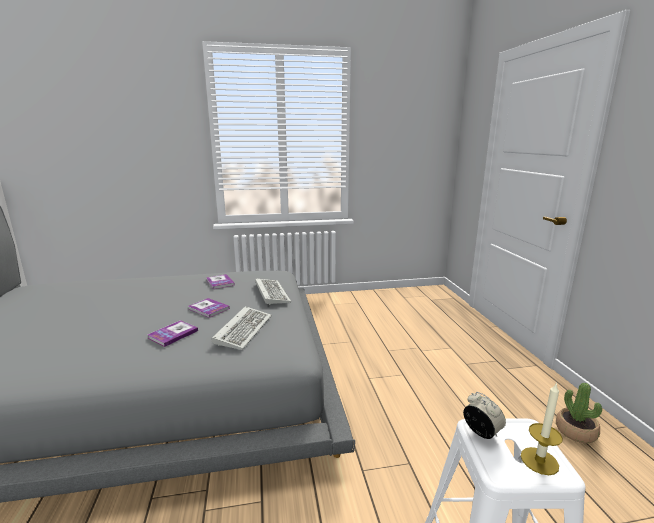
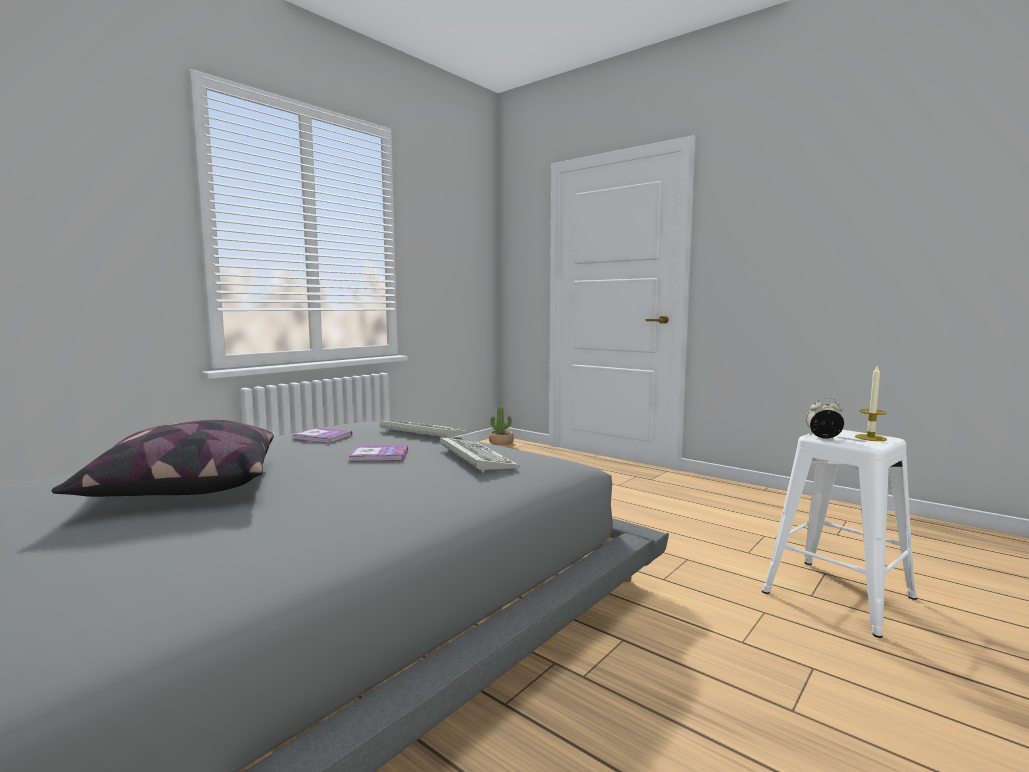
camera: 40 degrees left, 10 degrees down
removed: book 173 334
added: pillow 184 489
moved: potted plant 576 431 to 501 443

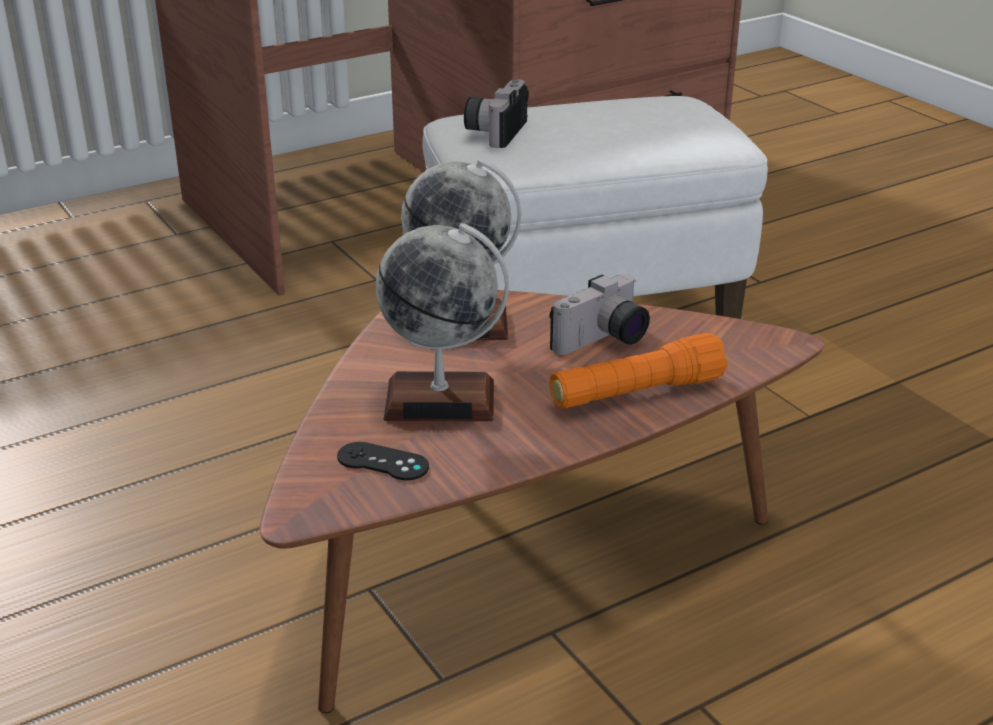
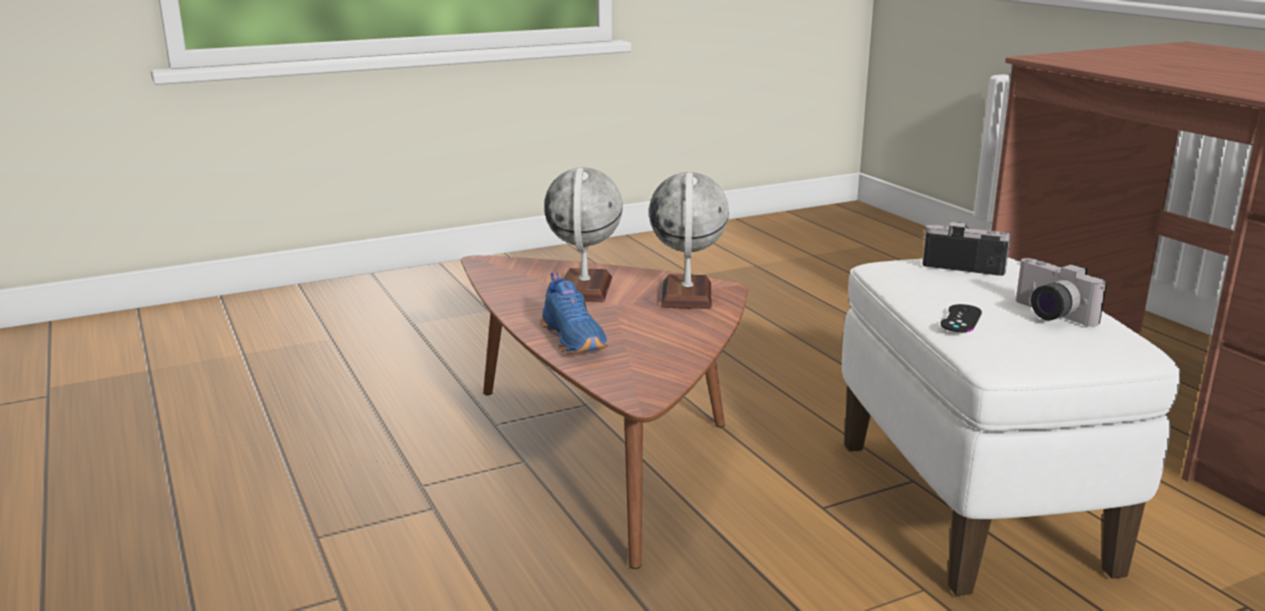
camera: 95 degrees right, 10 degrees down
moved: game controller in black 382 462 to 961 319; photo camera 603 341 to 1048 315
replaced: flashlight in orange 636 393 to shoe in blue 575 340

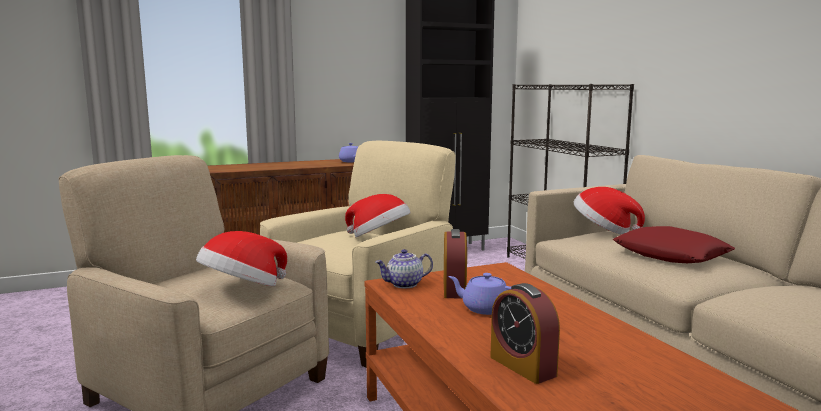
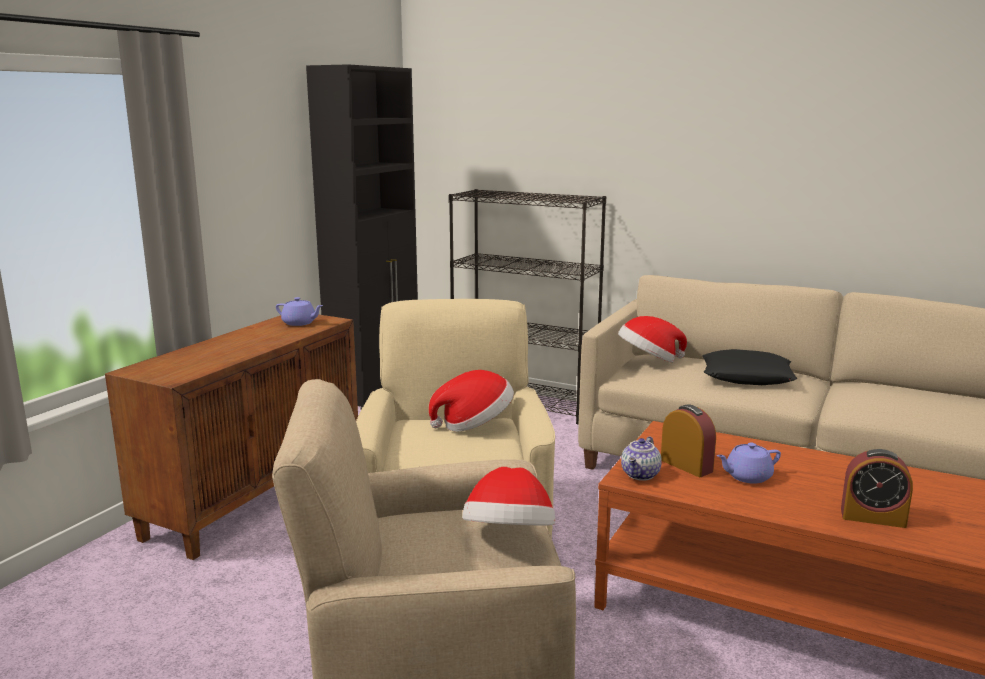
camera: 40 degrees left, 5 degrees up
recoloured: pillow in red 671 254 to pillow in black 747 376

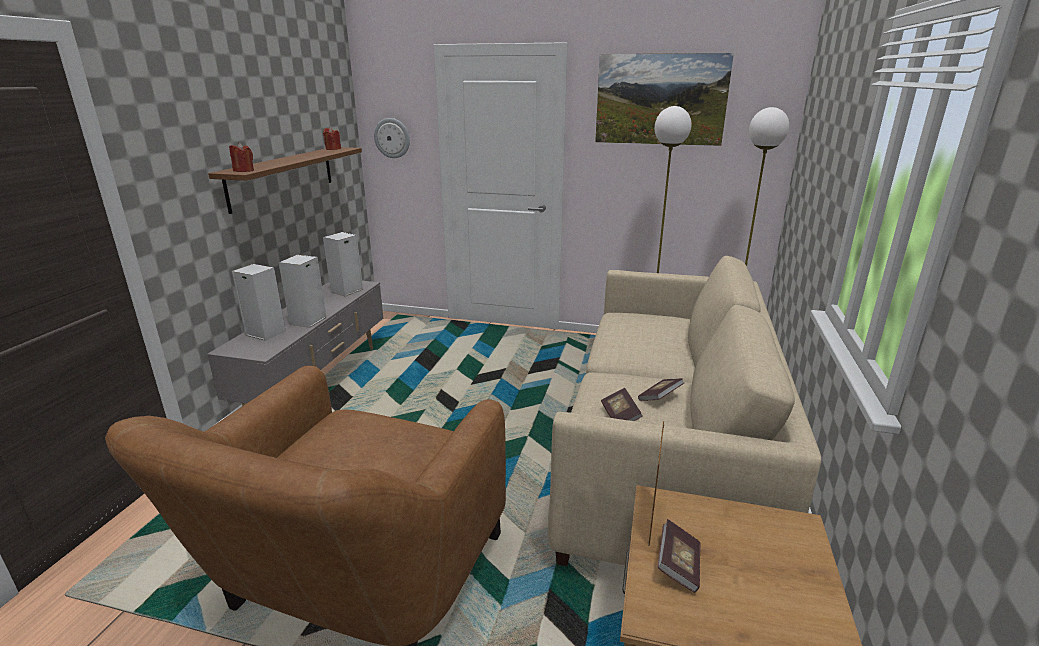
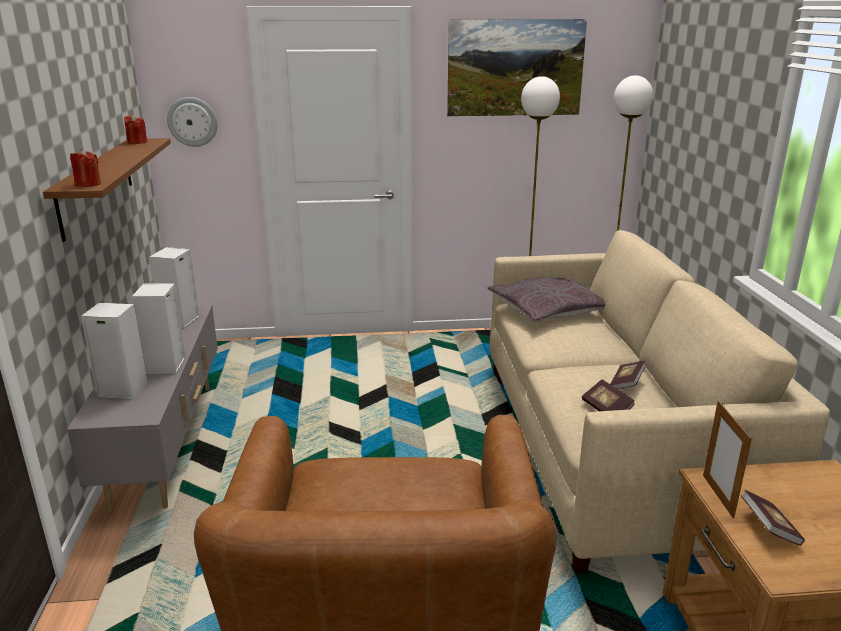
camera: 20 degrees left, 0 degrees up
added: pillow in grey 547 309

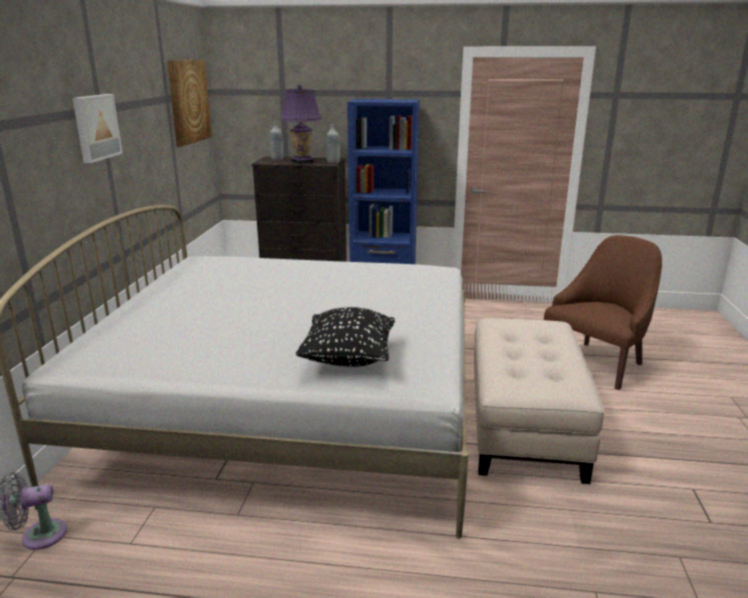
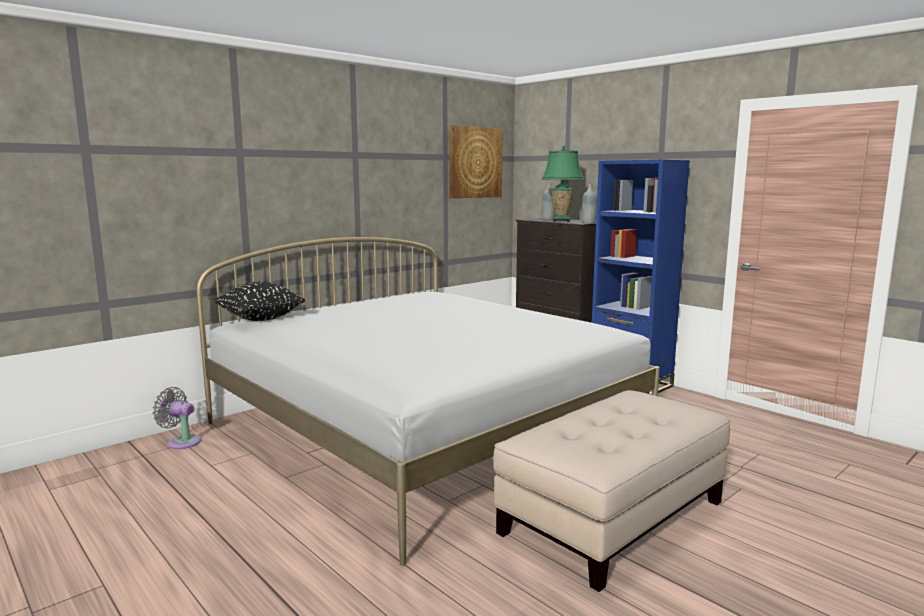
camera: 40 degrees right, 10 degrees down
removed: picture 95 127; armchair in brown 597 362
moved: pillow in black 348 358 to 260 318
recoloured: table lamp in purple 302 162 to table lamp in green 561 221

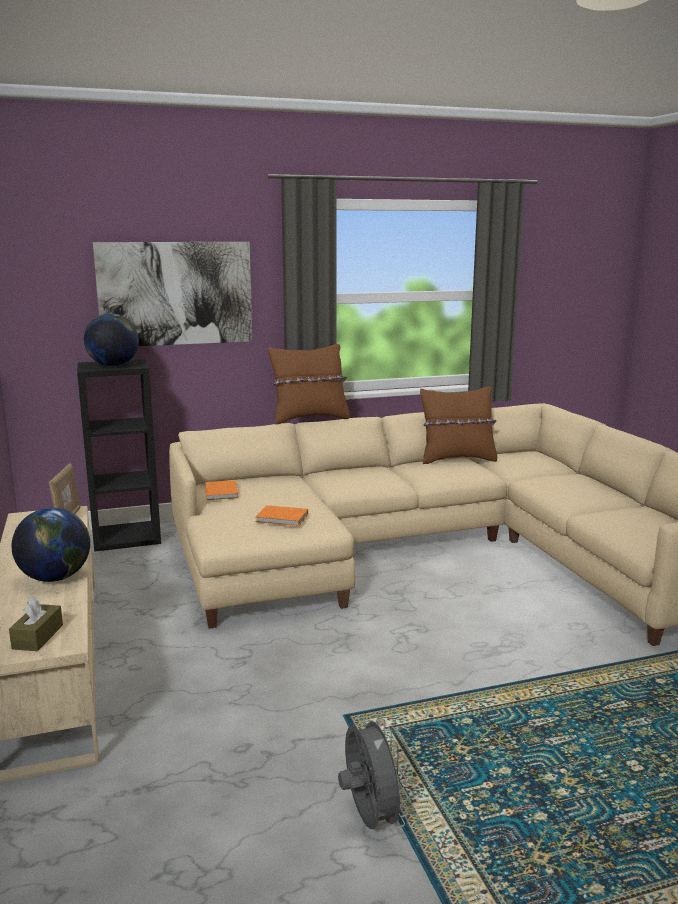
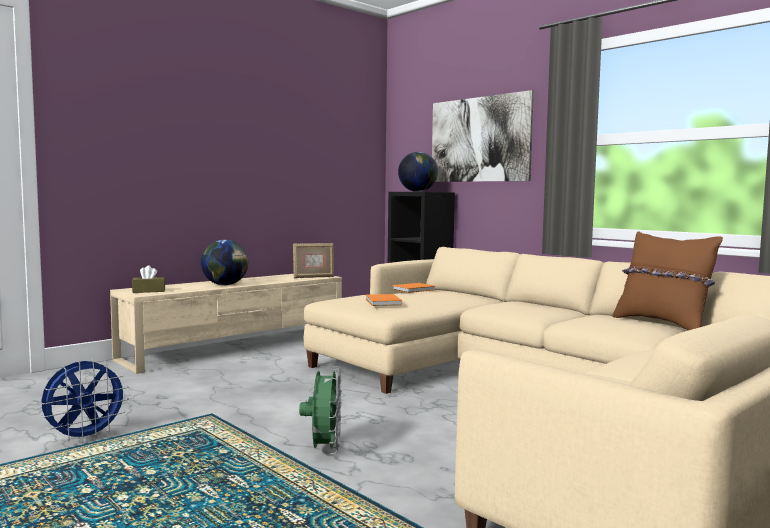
camera: 65 degrees right, 10 degrees down
removed: pillow in brown 309 419
added: fan in green 324 450
recoloured: fan in grey 369 819 to fan in blue 85 437

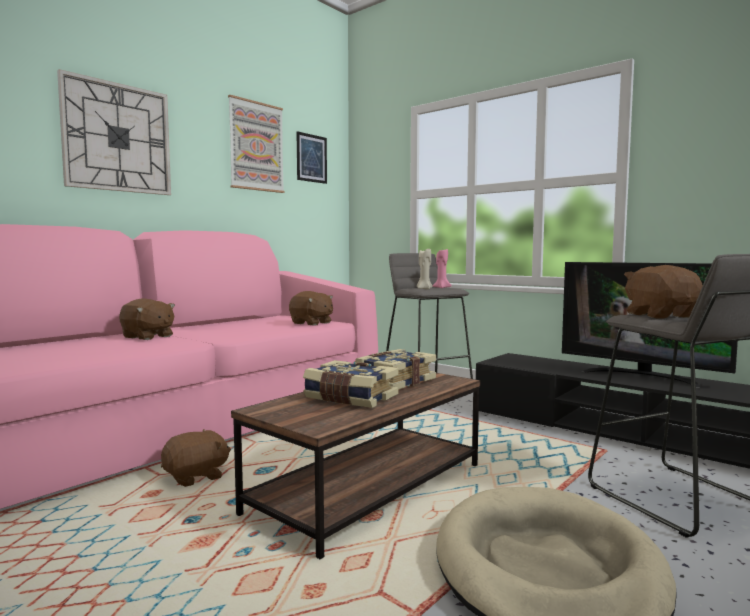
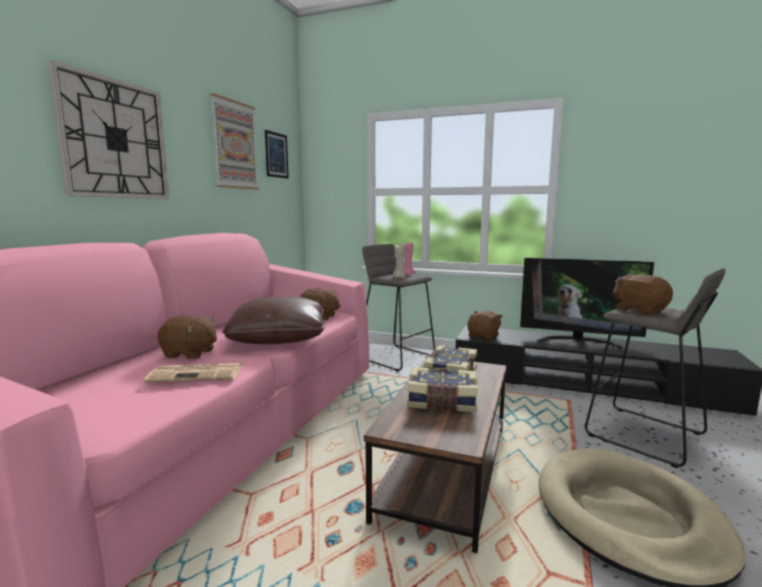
camera: 20 degrees left, 5 degrees up
added: newspaper 197 374; pillow in brown 279 338
moved: plush toy in brown 196 477 to 484 337

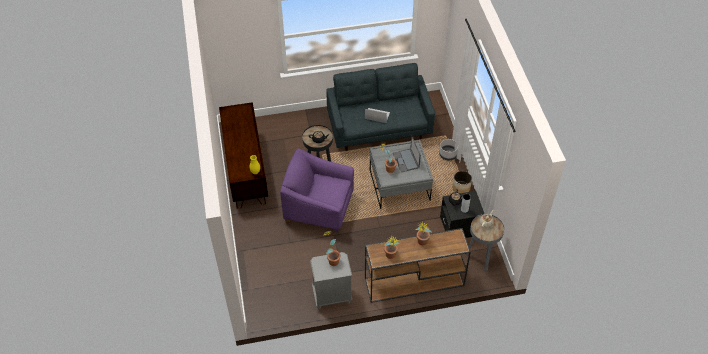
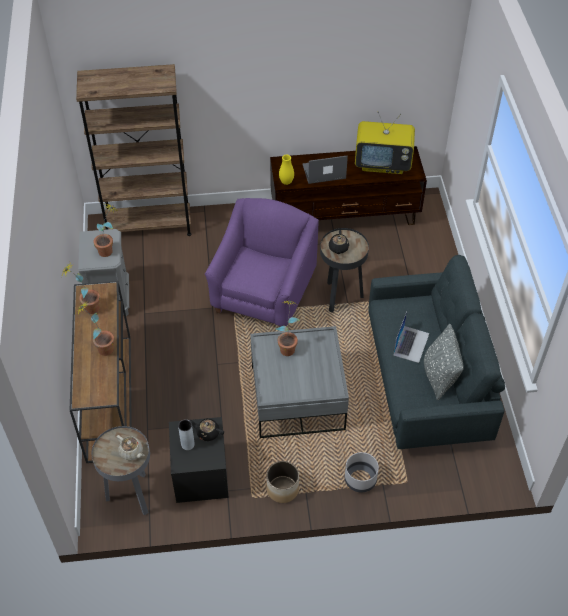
camera: 95 degrees right, 0 degrees up
added: bookcase in brown 149 225; television 383 163; pillow in grey 439 376
moved: laptop 406 160 to 323 171

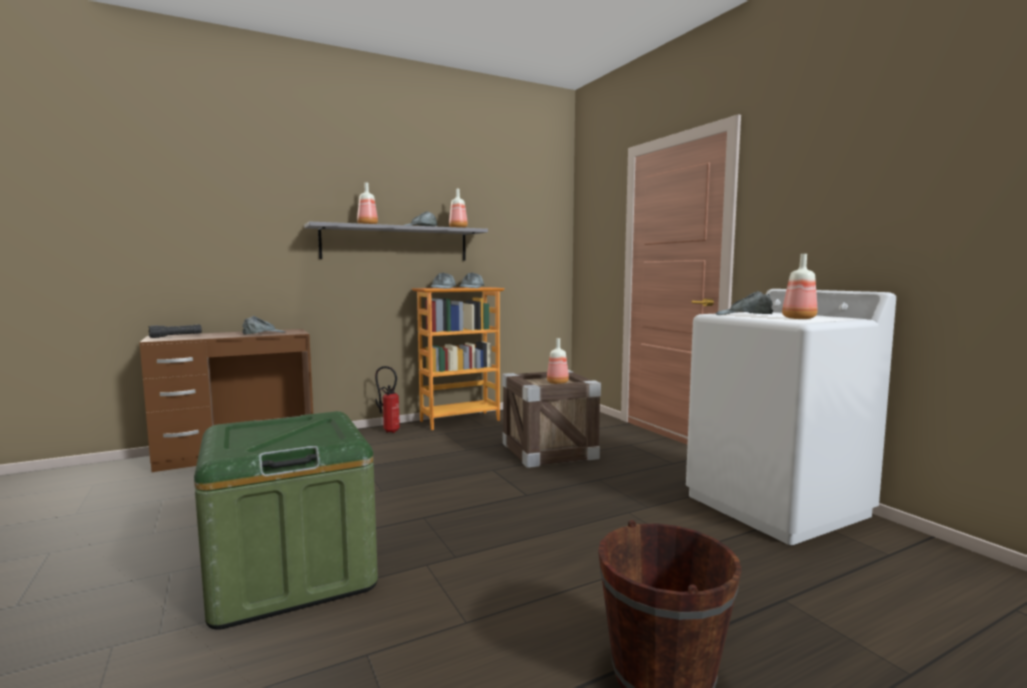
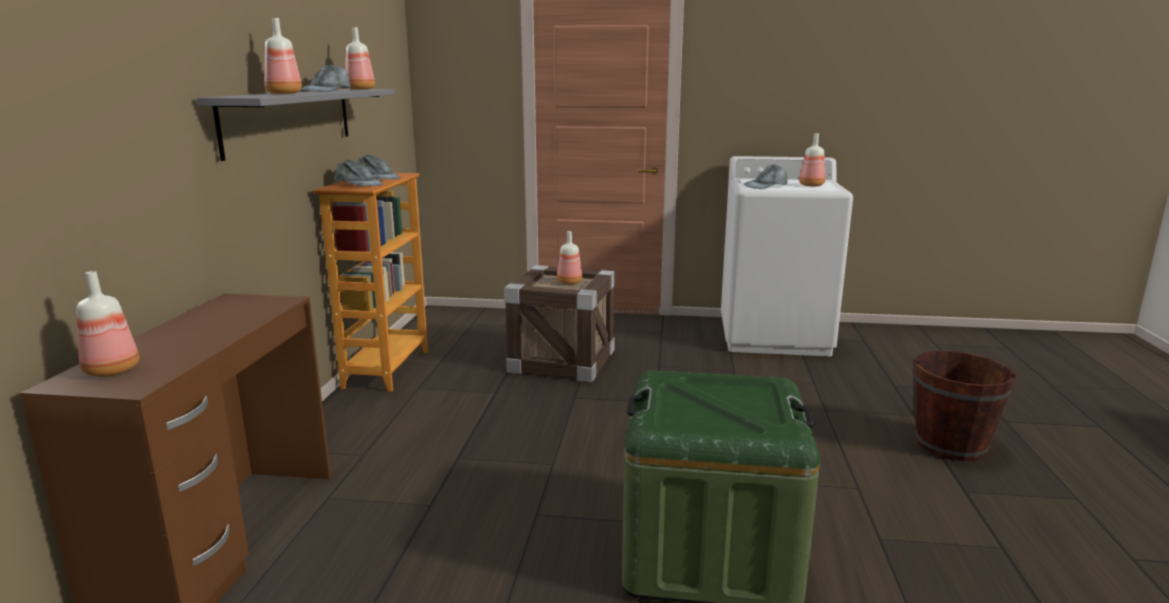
camera: 55 degrees left, 10 degrees up
removed: cap in grey 264 333; fire extinguisher 389 431
replaced: flashlight in black 176 336 to bottle 114 370

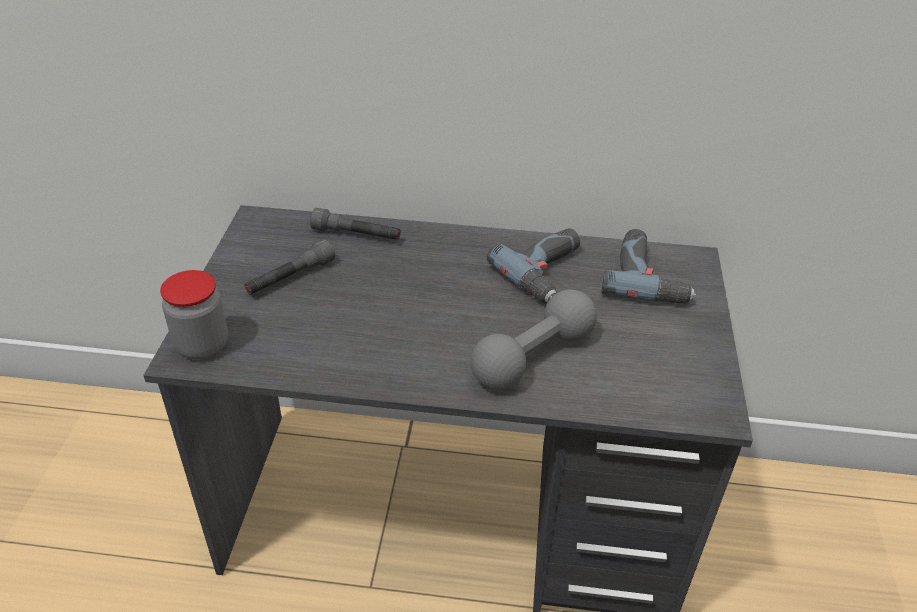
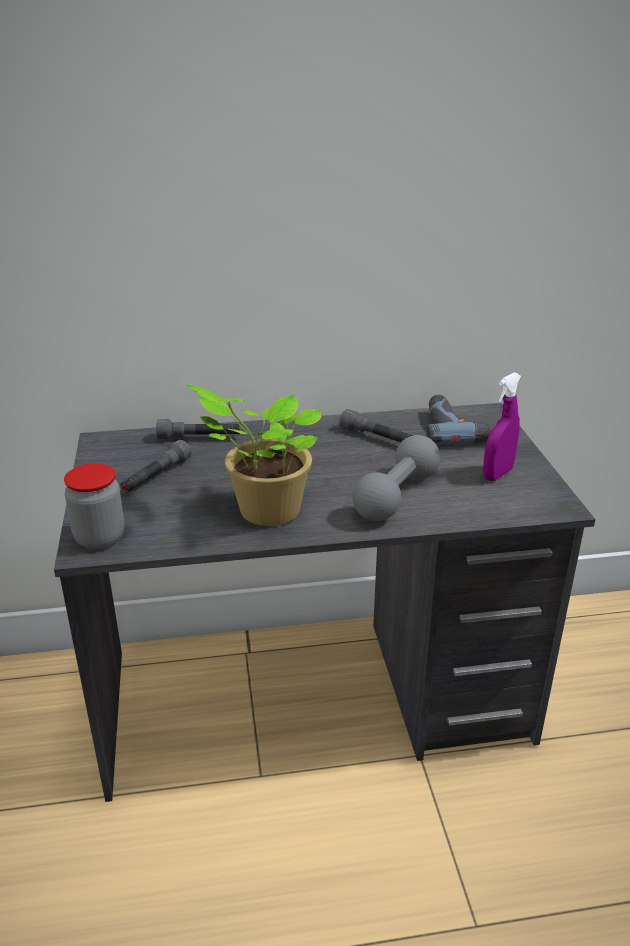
camera: 15 degrees left, 10 degrees down
added: potted plant 264 511; spray bottle in purple 497 474
replaced: power drill 548 272 to flashlight in grey 378 438

